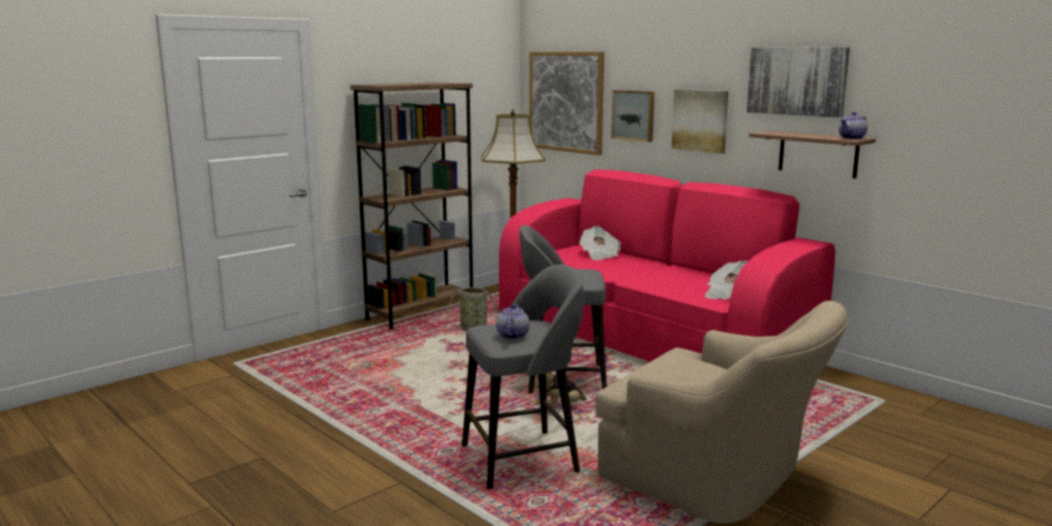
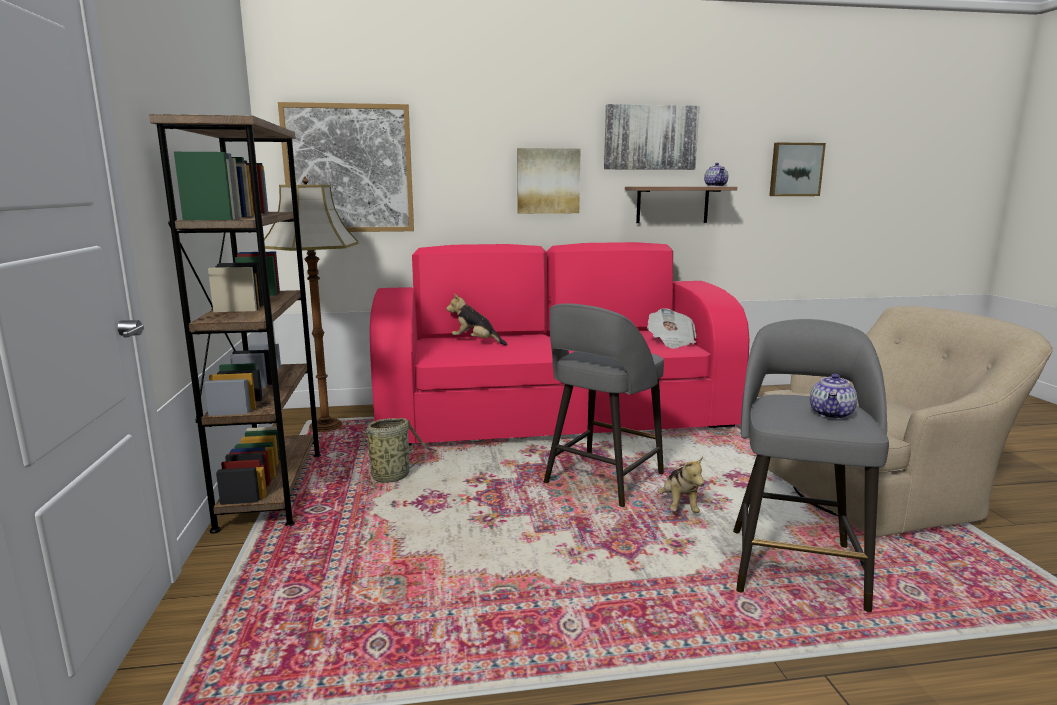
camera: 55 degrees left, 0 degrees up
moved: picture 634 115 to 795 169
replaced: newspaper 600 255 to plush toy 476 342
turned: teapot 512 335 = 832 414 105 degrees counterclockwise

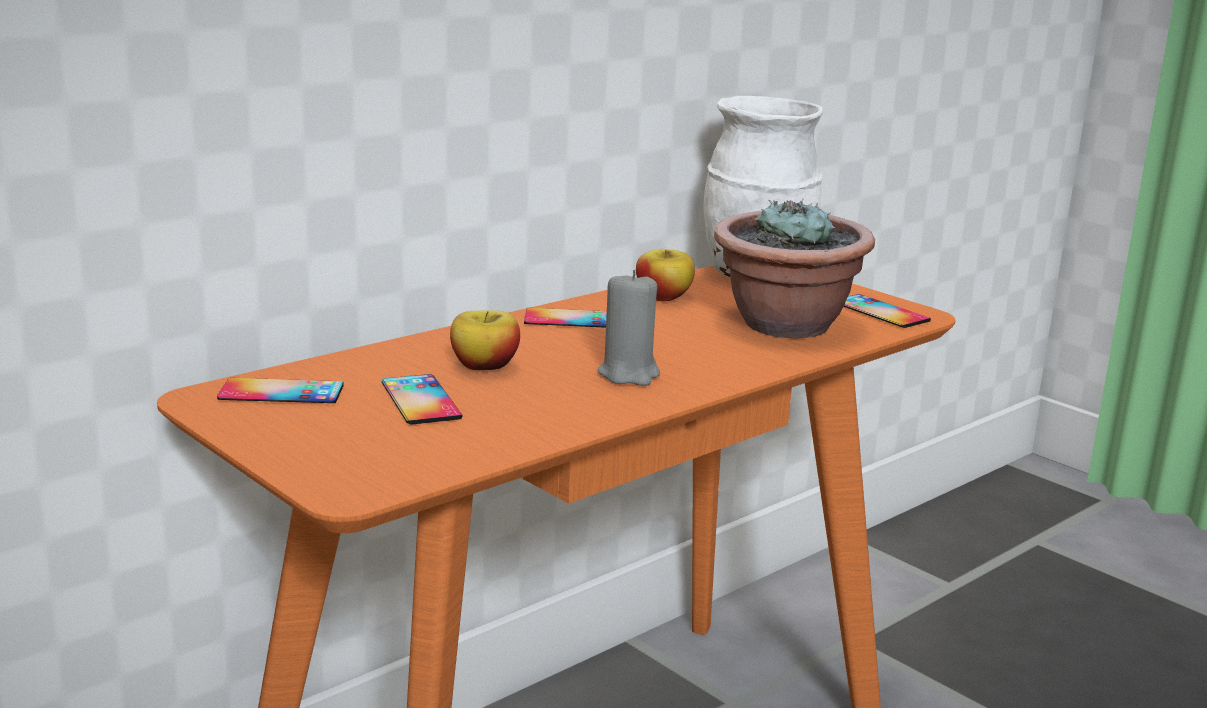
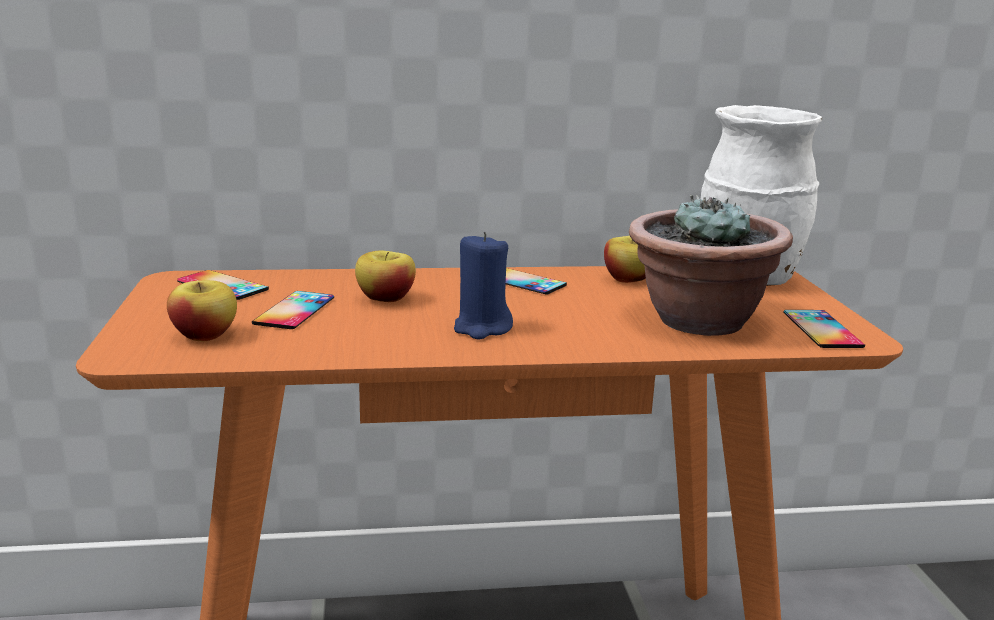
camera: 35 degrees right, 0 degrees up
added: apple 204 335
recoloured: candle in grey 629 374 to candle in blue 482 328

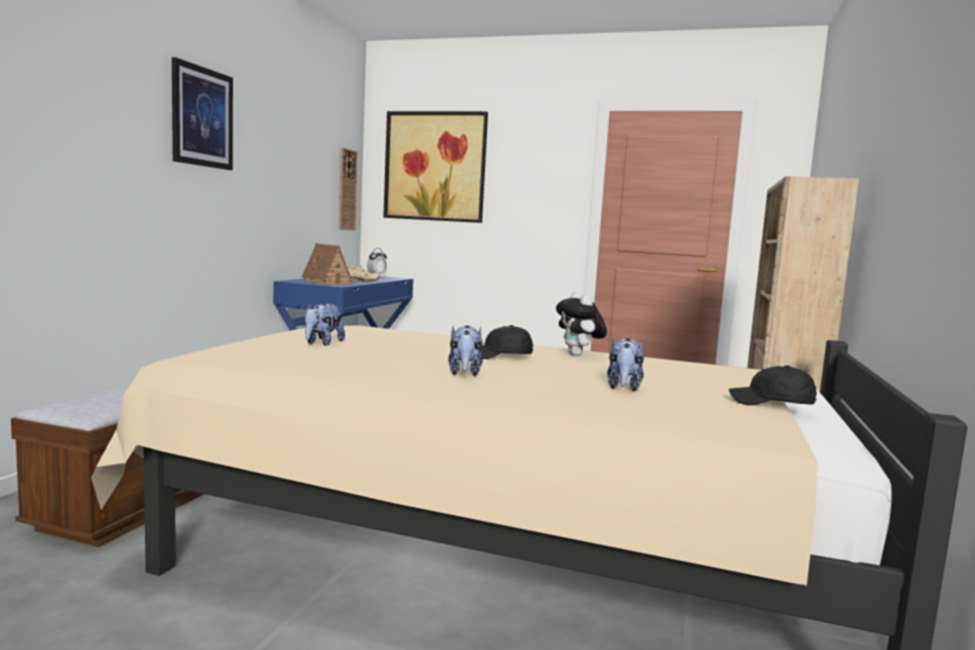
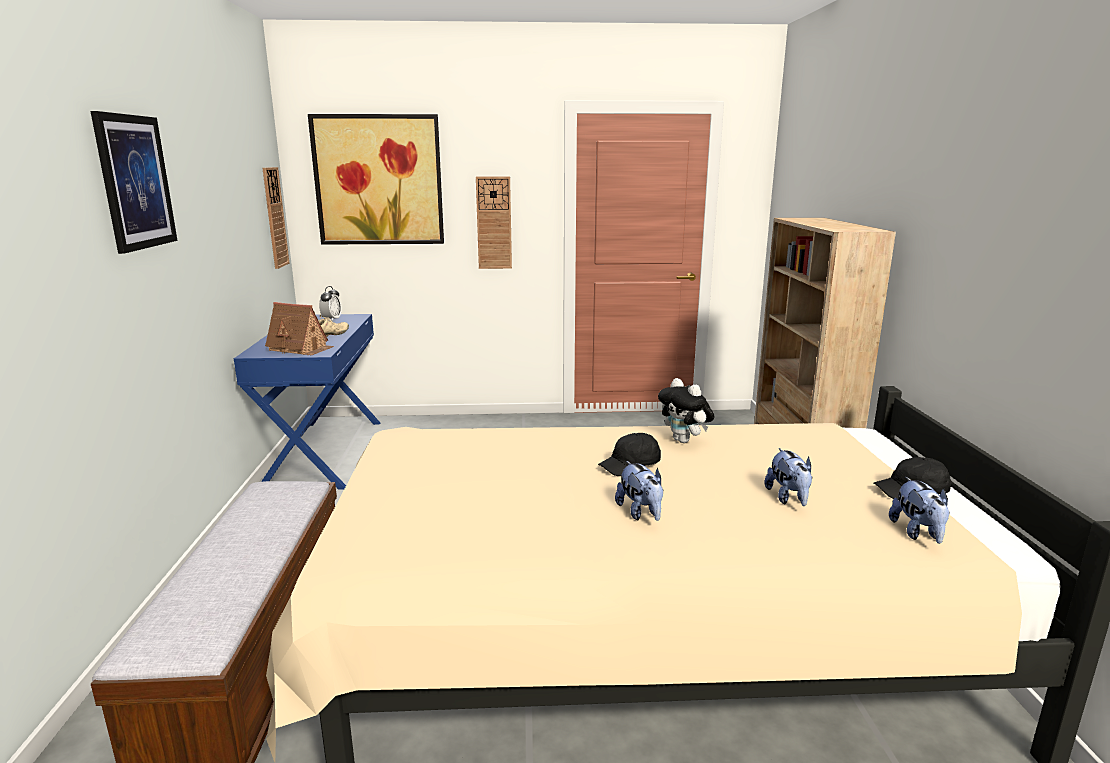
camera: 20 degrees left, 10 degrees up
added: wall clock 494 223
moved: plush toy 322 343 to 917 533

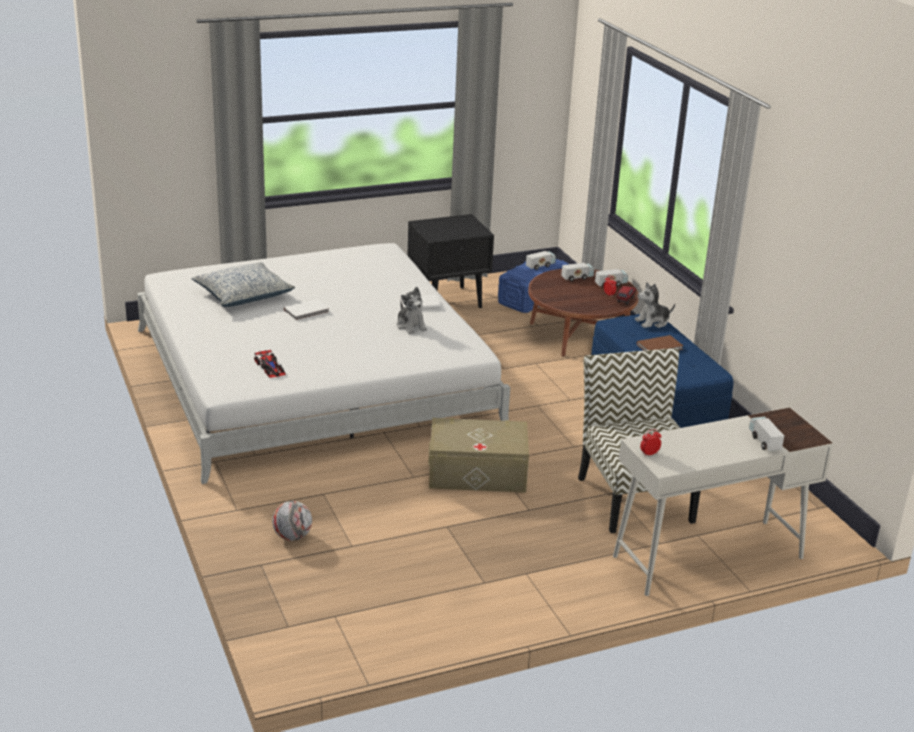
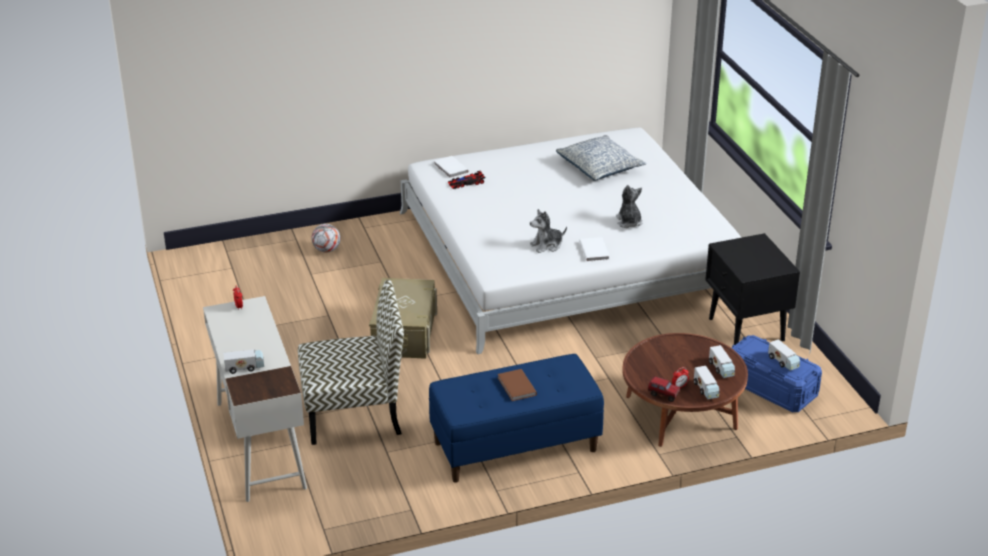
camera: 95 degrees right, 5 degrees up
moved: book in white 307 311 to 450 168; plush toy 652 322 to 629 222

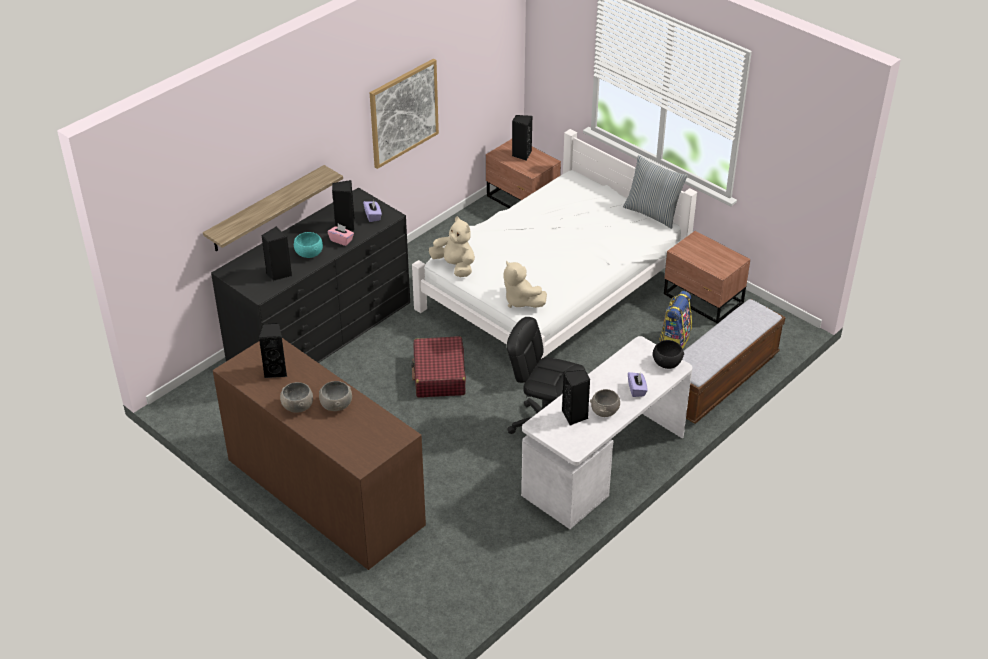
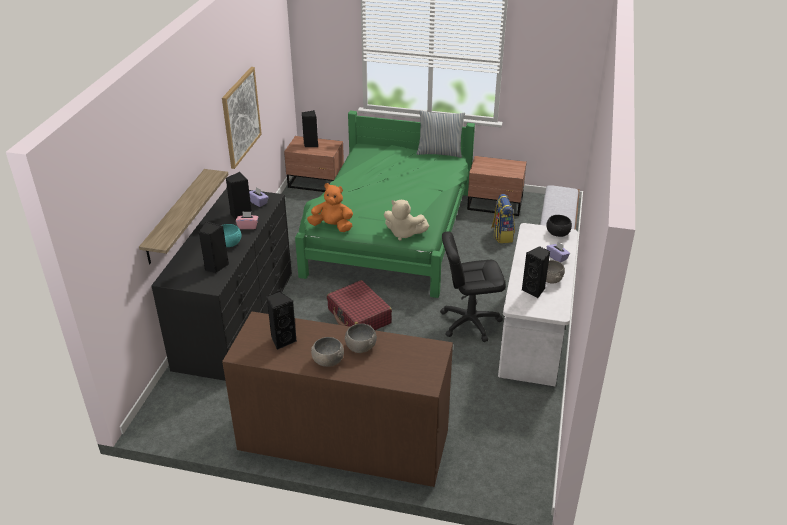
camera: 30 degrees left, 5 degrees down
recoloured: bed in white 550 291 to bed in green 389 232; plush toy in beige 455 266 to plush toy in orange 332 226

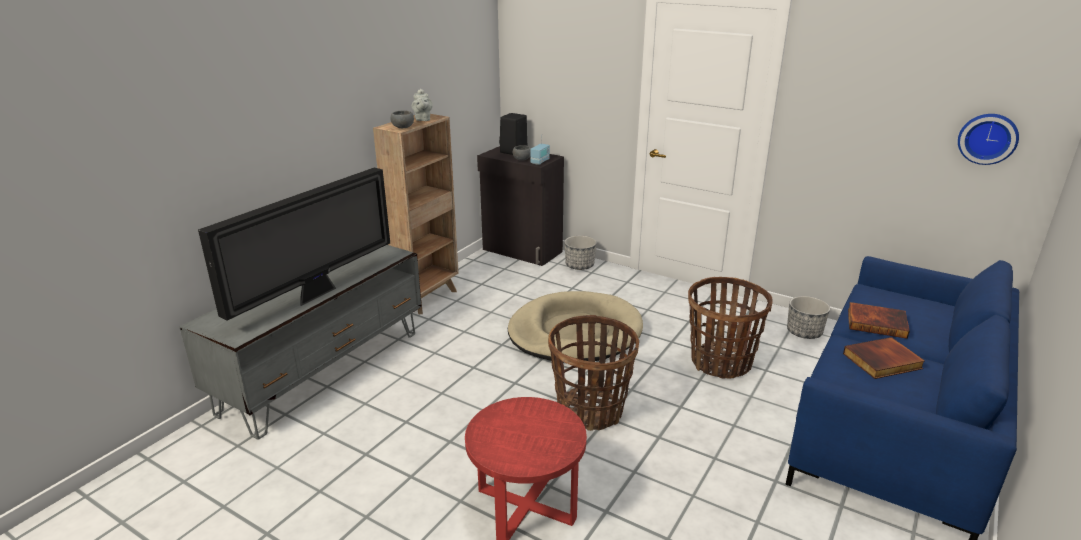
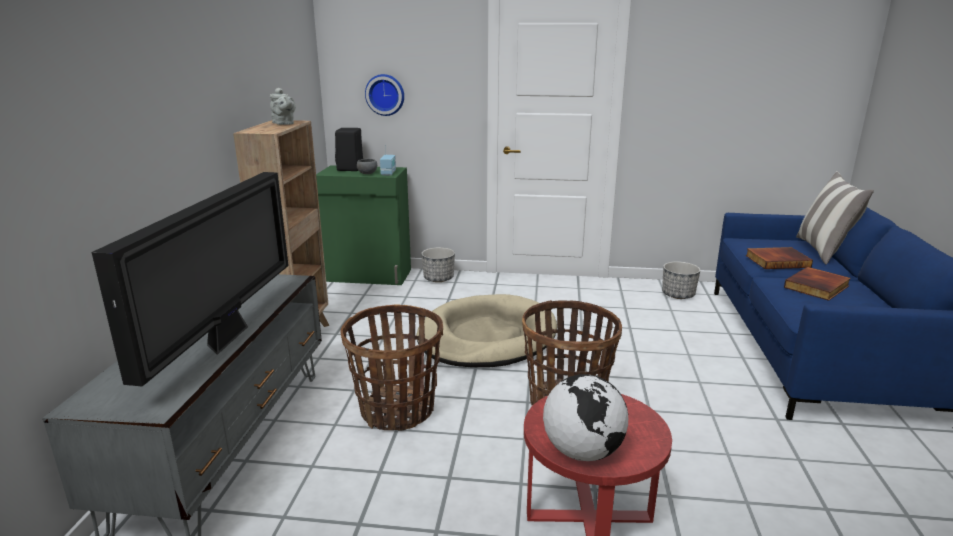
camera: 25 degrees left, 5 degrees down
removed: bowl in grey 403 127
added: globe 582 451; pillow 823 251
moved: basket 721 363 to 397 411; wall clock 987 138 to 385 94
recoloured: cabinet in black 522 251 to cabinet in green 369 276

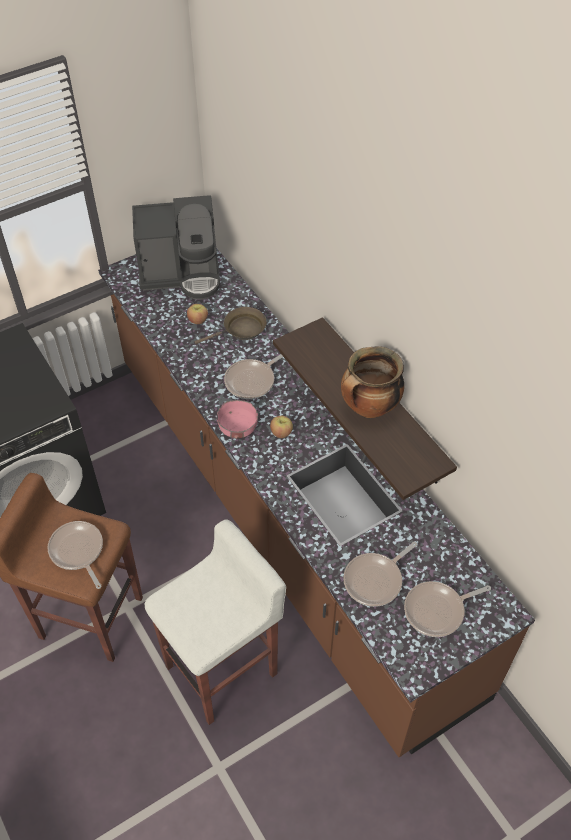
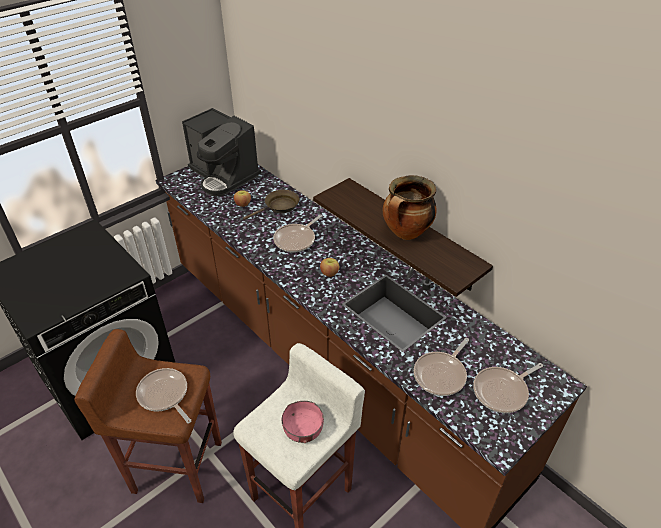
camera: 10 degrees left, 10 degrees down
moved: bowl in pink 237 427 to 303 429
turned: coffee machine 182 273 = 224 175 60 degrees clockwise

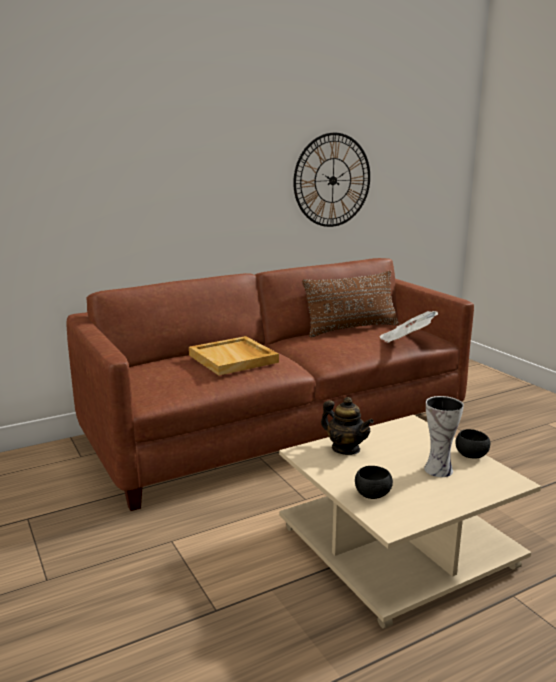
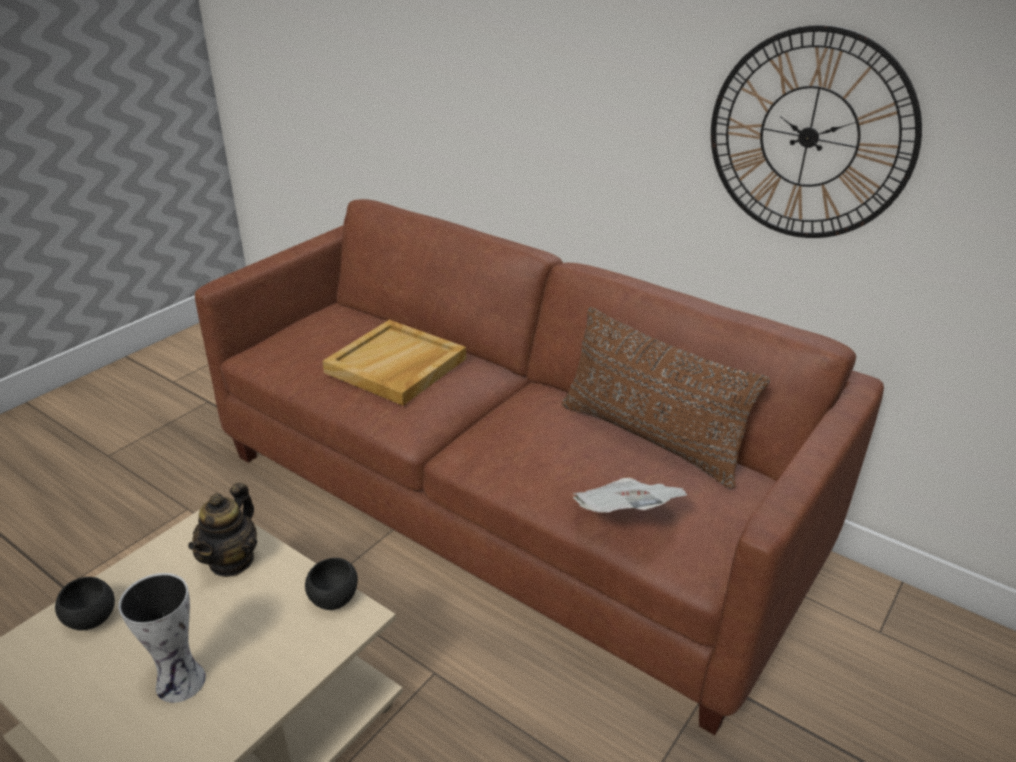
camera: 65 degrees right, 15 degrees up
moved: bowl in black 471 456 to 333 598

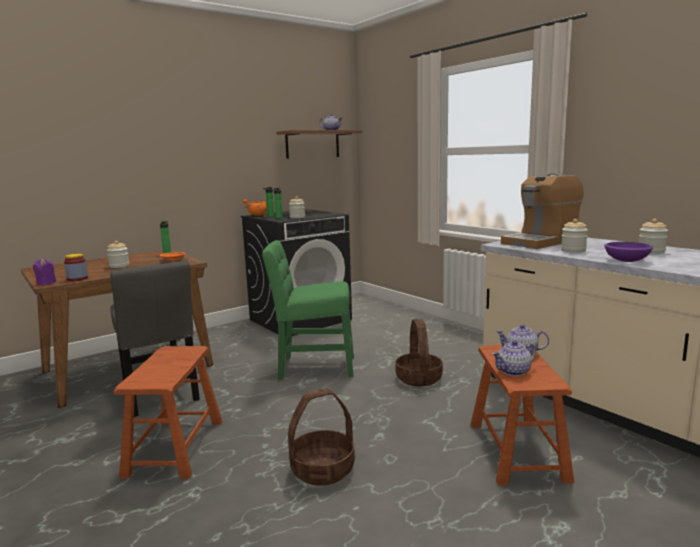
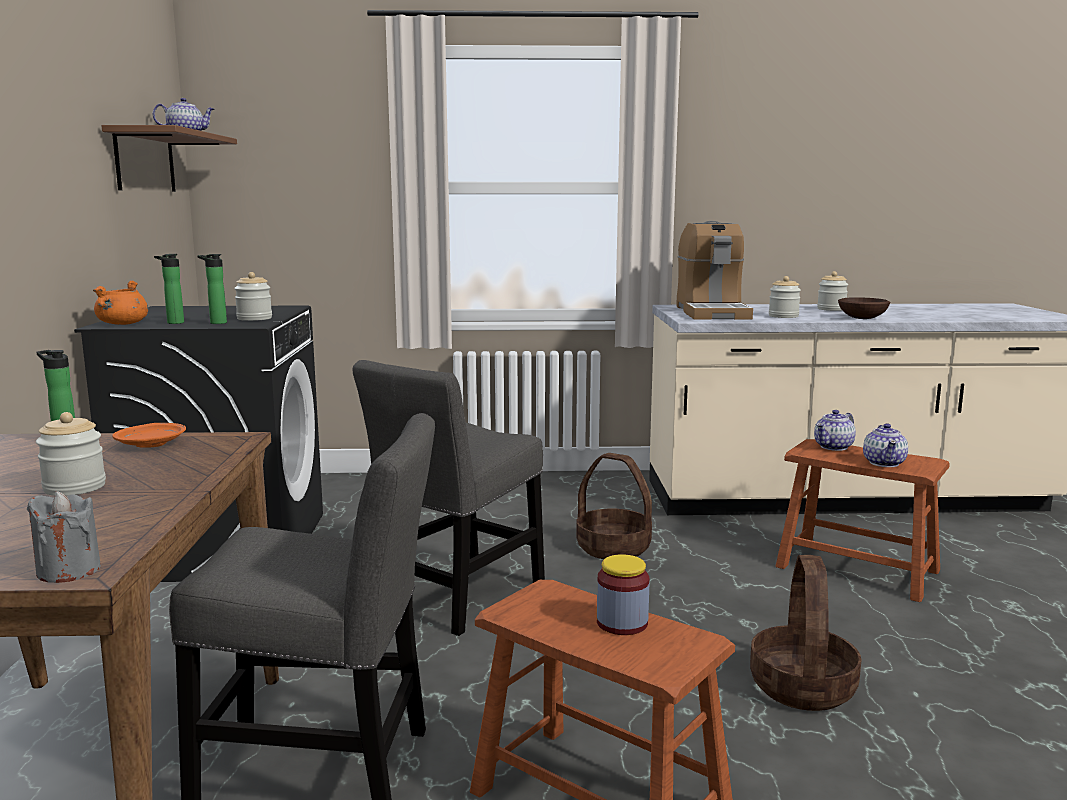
camera: 55 degrees left, 0 degrees up
moved: jar 77 278 to 622 623
recoloured: candle in purple 46 283 to candle in grey 69 571; chair in green 312 367 to chair in grey 457 597; bowl in purple 626 260 to bowl in brown 861 318

